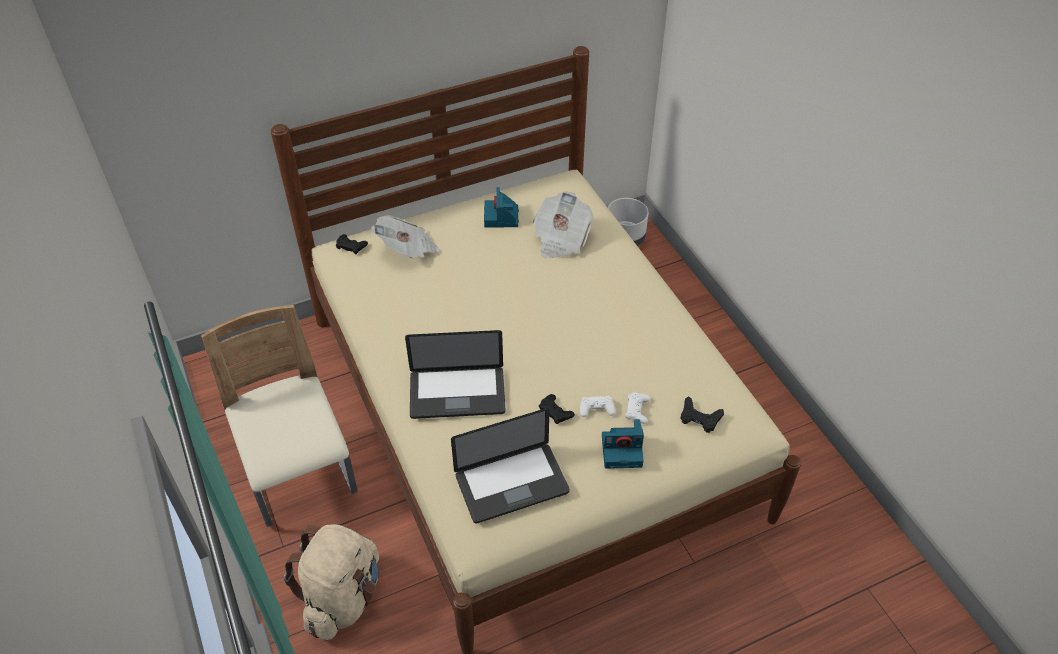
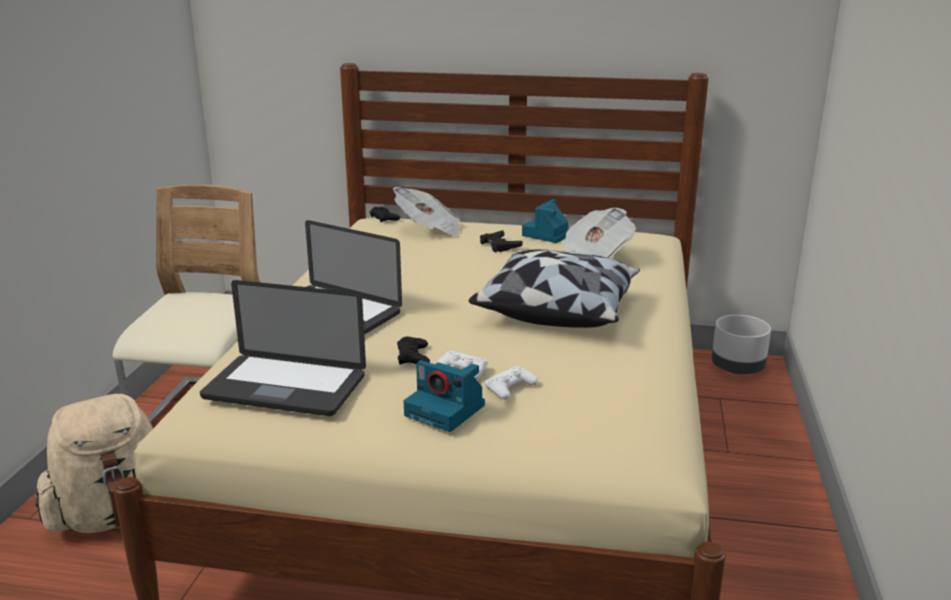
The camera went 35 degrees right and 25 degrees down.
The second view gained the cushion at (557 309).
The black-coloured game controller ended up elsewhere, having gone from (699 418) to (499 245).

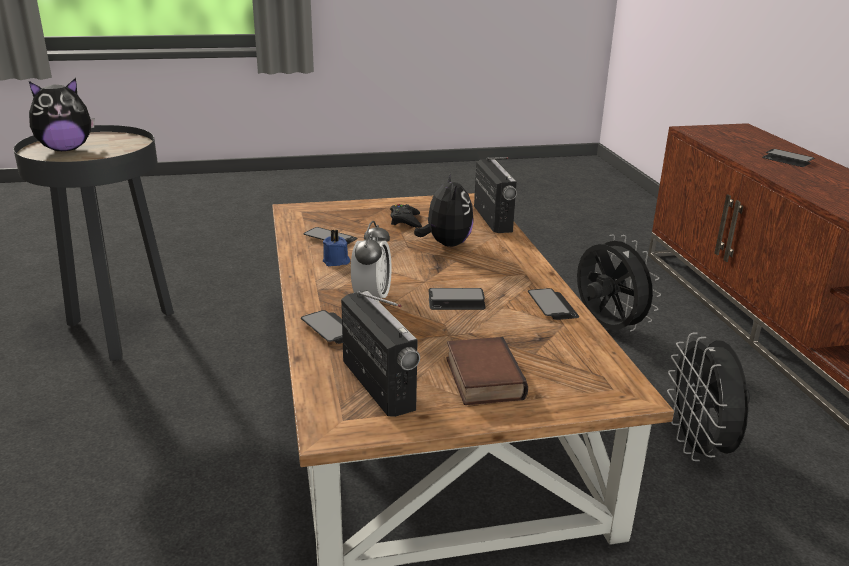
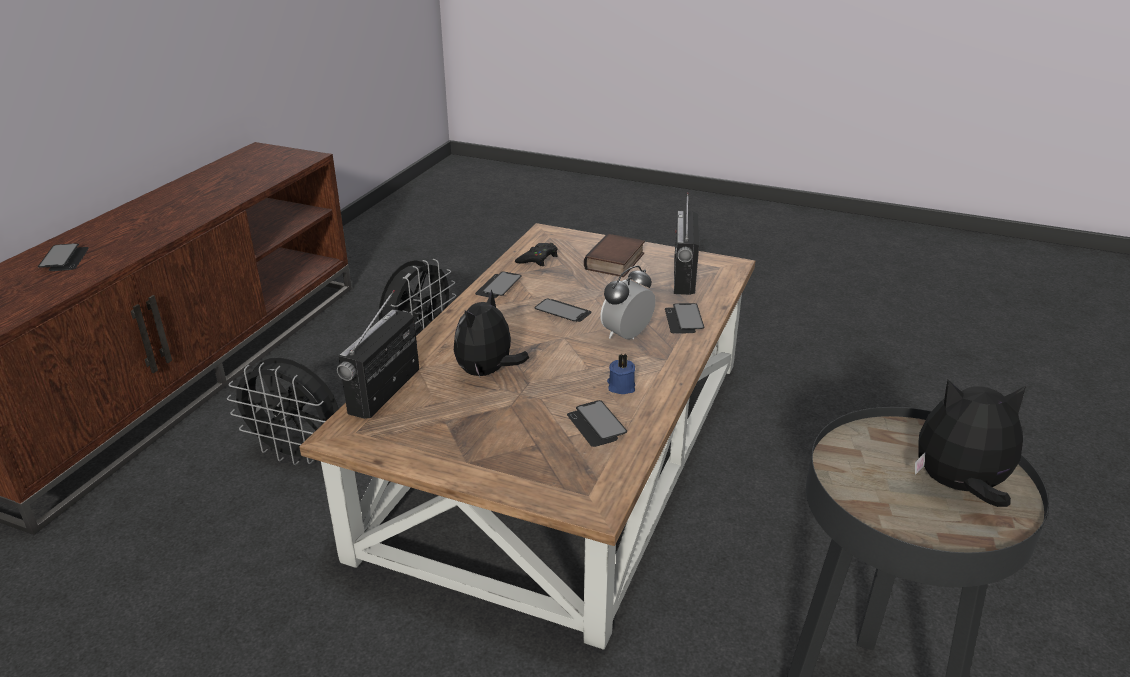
The camera went 145 degrees left and 5 degrees up.
The black-coloured game controller ended up elsewhere, having gone from (405 221) to (538 259).
The black-coloured electric fan at (606 328) ended up facing another way, 75 degrees counterclockwise from before.

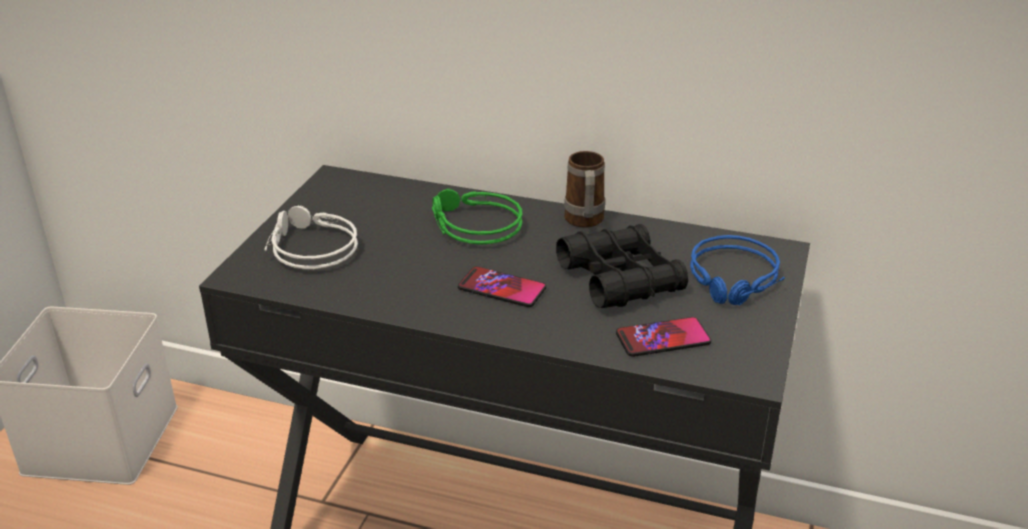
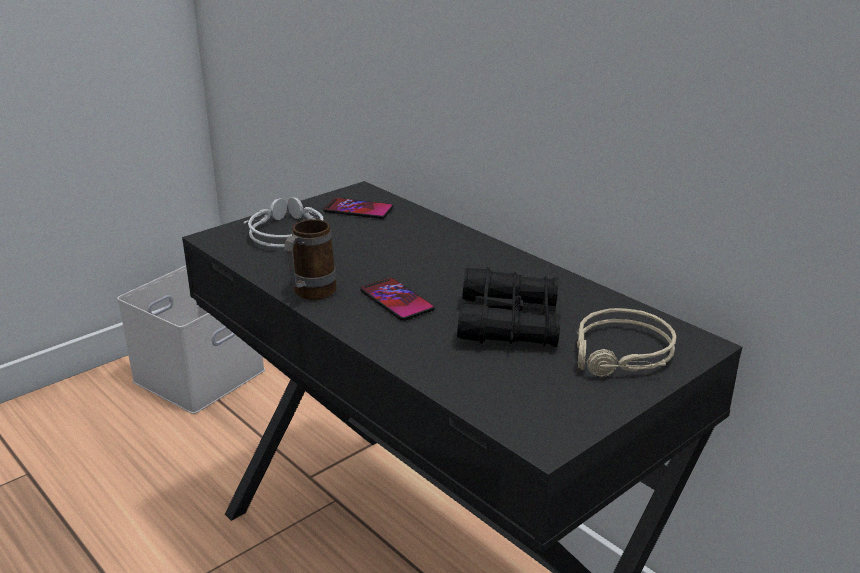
The camera went 30 degrees right and 5 degrees down.
The second view lost the greenish headphones at (472 226).
The tea mug ended up elsewhere, having gone from (584 222) to (309 294).
The handset ended up elsewhere, having gone from (663 338) to (358 210).
What was the bluish headphones at (735 280) turned into the sand-coloured headphones at (621 355).

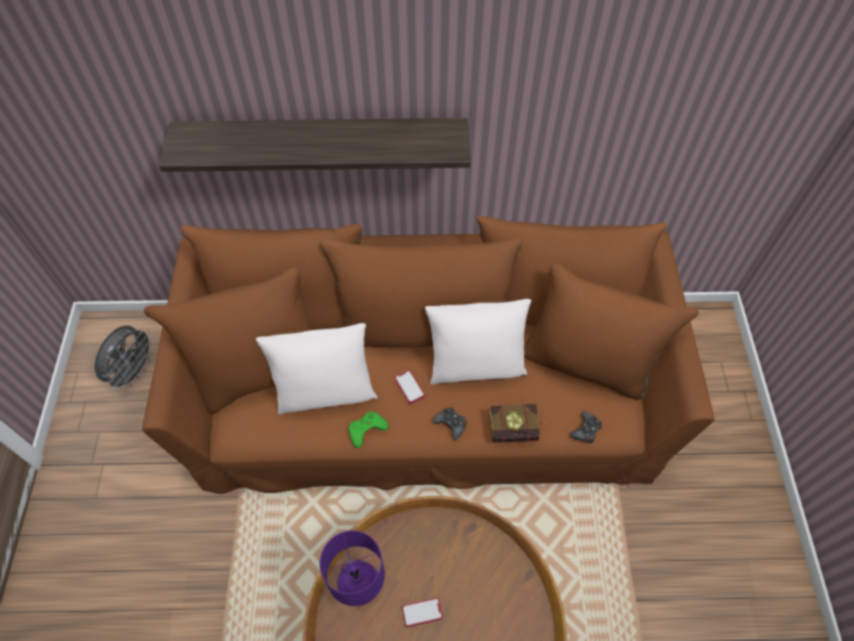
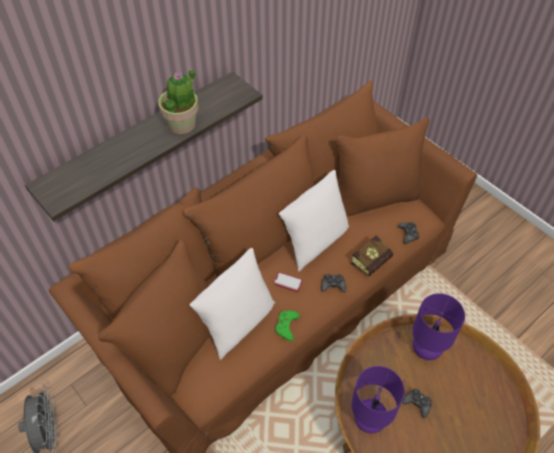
The camera went 40 degrees left and 5 degrees down.
The second view gained the potted plant at (182 124).
The second view gained the purple-coloured tabletop lamp at (426 350).
Where the handset stood at (422 612), the black-coloured game controller came to stand at (417 403).

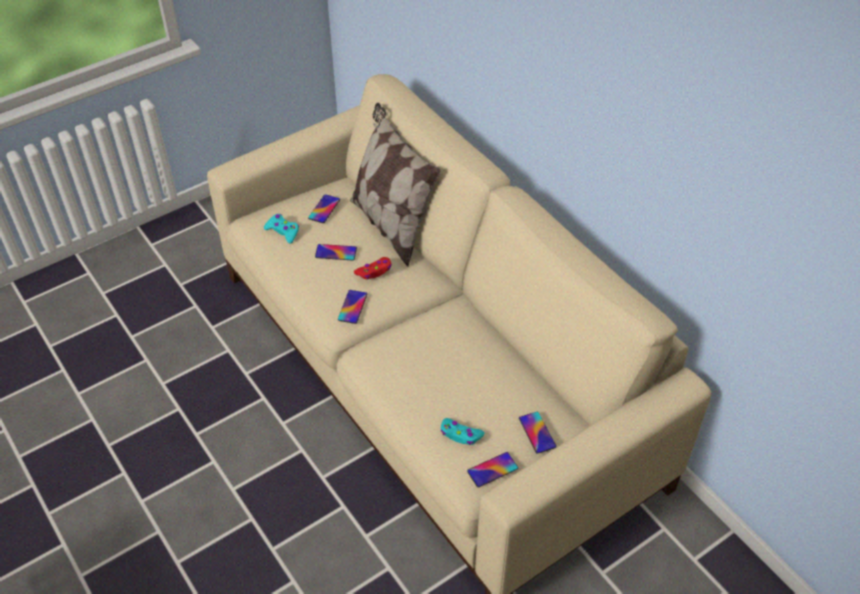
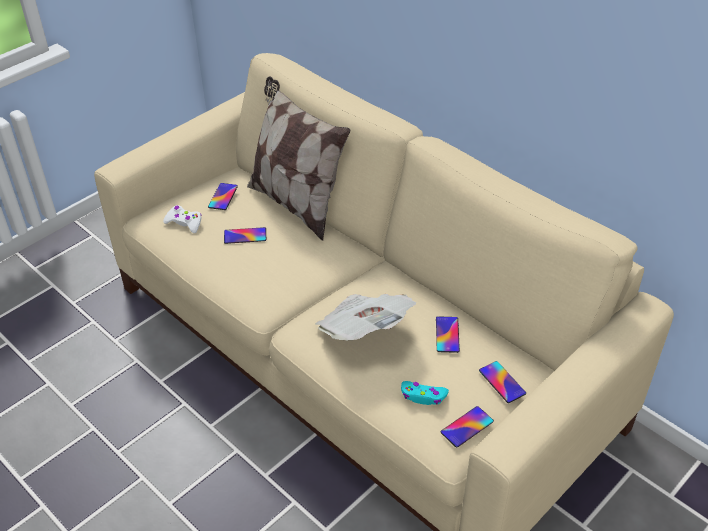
The camera went 10 degrees left and 5 degrees down.
The second view lost the red-coloured game controller at (374 271).
The second view gained the printed paper at (364 331).
The handset ended up elsewhere, having gone from (352 307) to (447 334).
What was the turquoise game controller at (283 231) turned into the white game controller at (184 223).

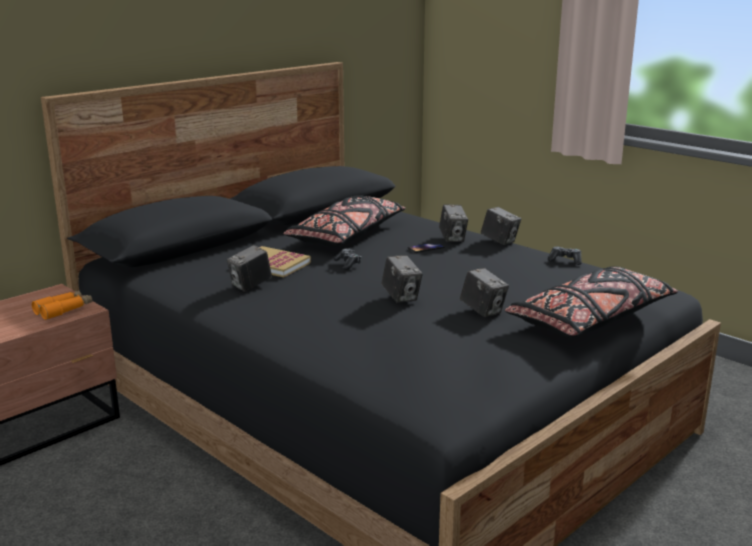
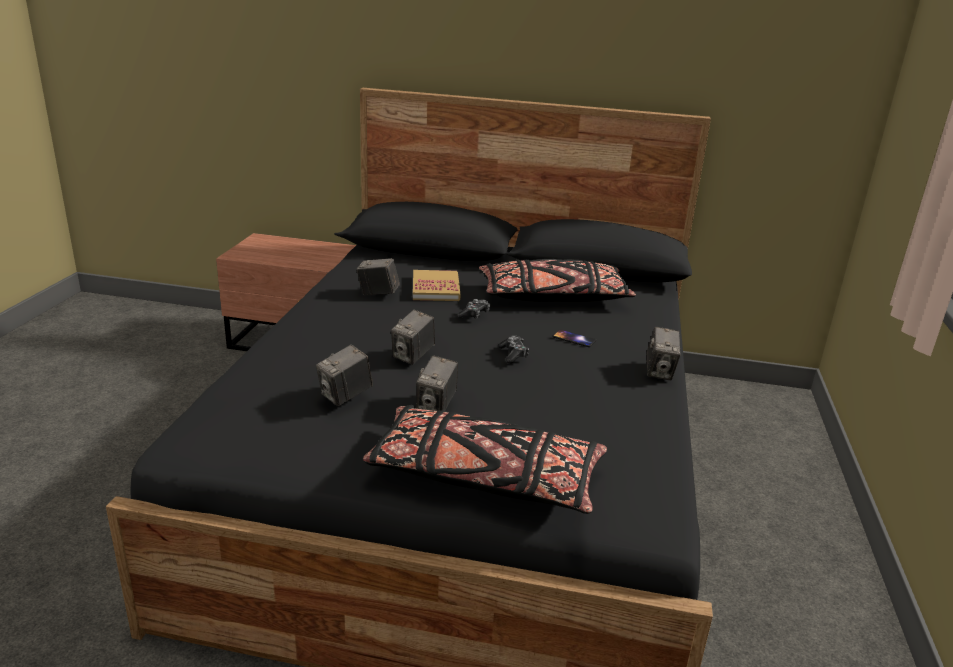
The camera went 55 degrees right and 5 degrees up.
The second view lost the orangey field glasses at (64 310).
The photo camera ended up elsewhere, having gone from (452 238) to (345 396).
The game controller ended up elsewhere, having gone from (565 260) to (513 355).

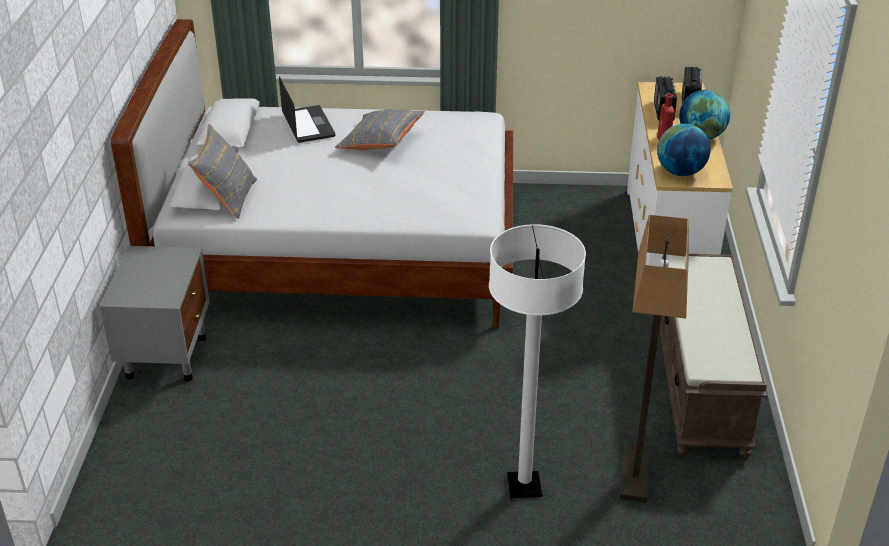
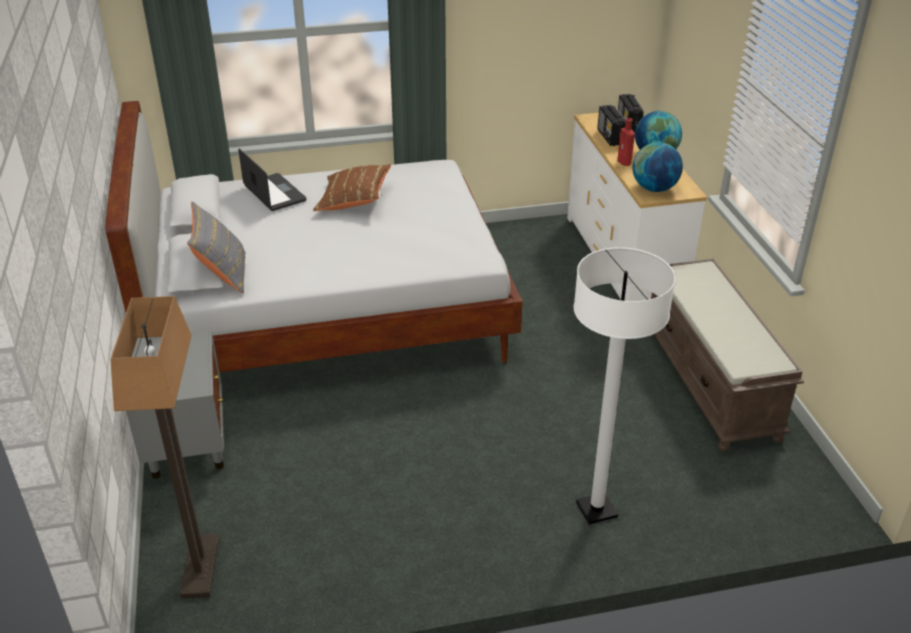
The camera went 15 degrees left and 0 degrees up.
The floor lamp ended up elsewhere, having gone from (634 474) to (200 567).
What was the grey cushion at (380 142) turned into the brown-coloured cushion at (353 200).

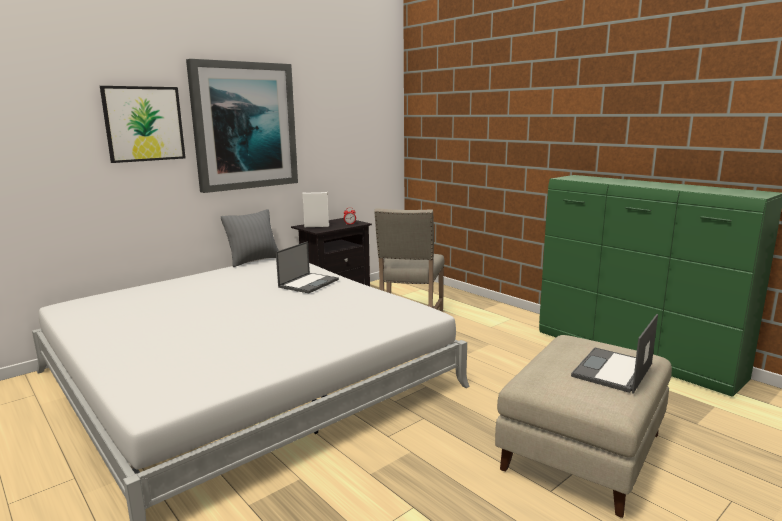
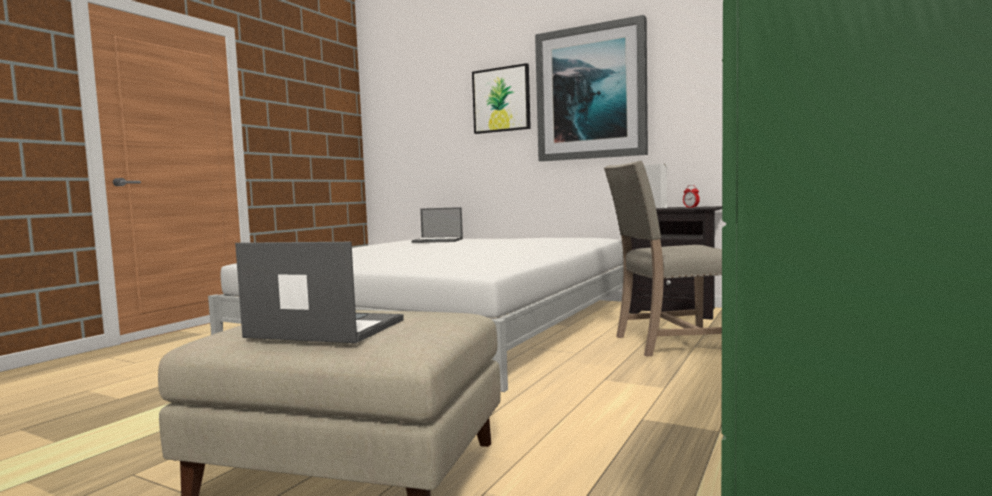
The camera went 70 degrees right and 10 degrees down.
The second view lost the grey cushion at (254 261).
The portable computer ended up elsewhere, having gone from (309 283) to (438 240).

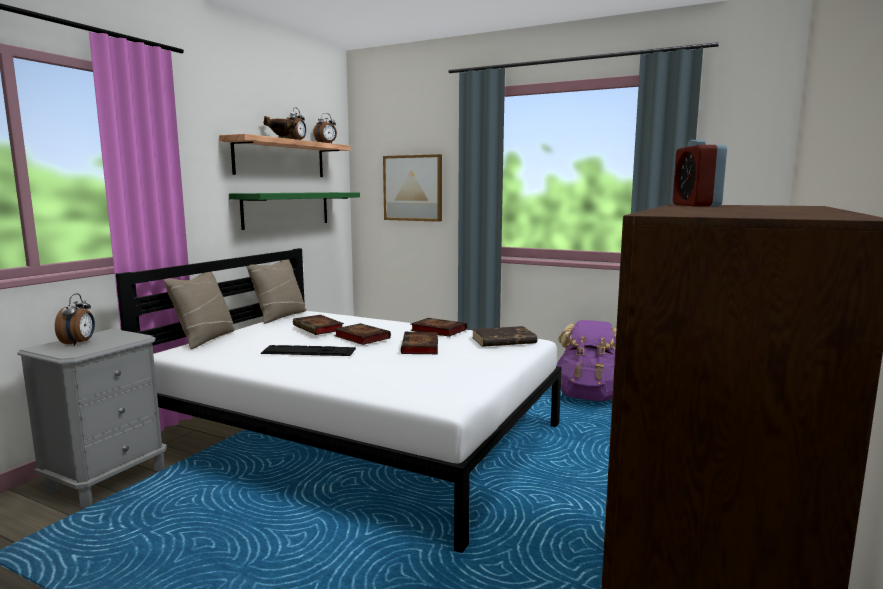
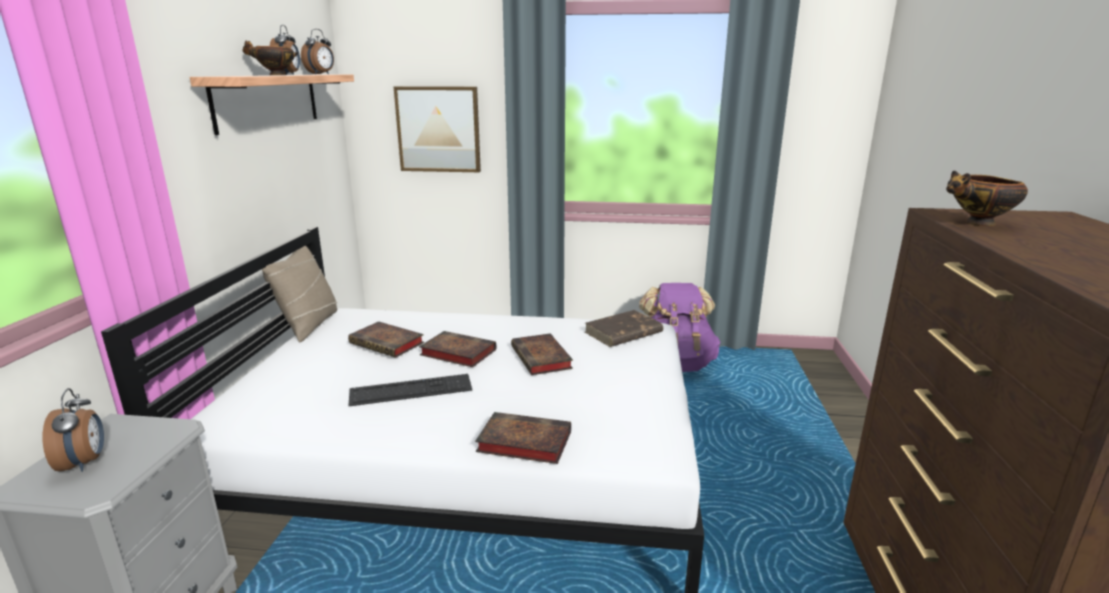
The camera went 20 degrees left and 10 degrees up.
The second view lost the sand-coloured cushion at (205 339).
The second view lost the greenish wall shelf at (287 209).
The book ended up elsewhere, having gone from (437 330) to (522 442).
Where the bedside clock stood at (695 205), the bowl came to stand at (978 223).

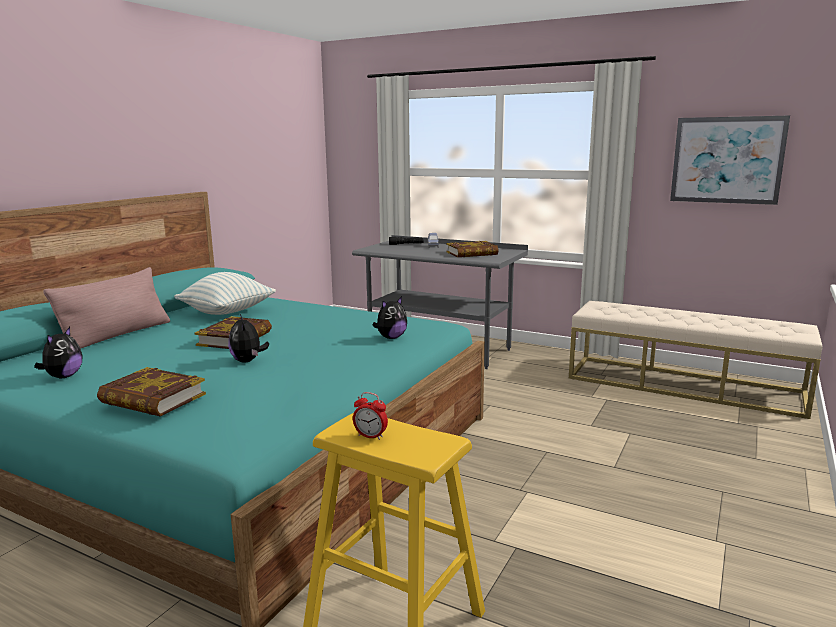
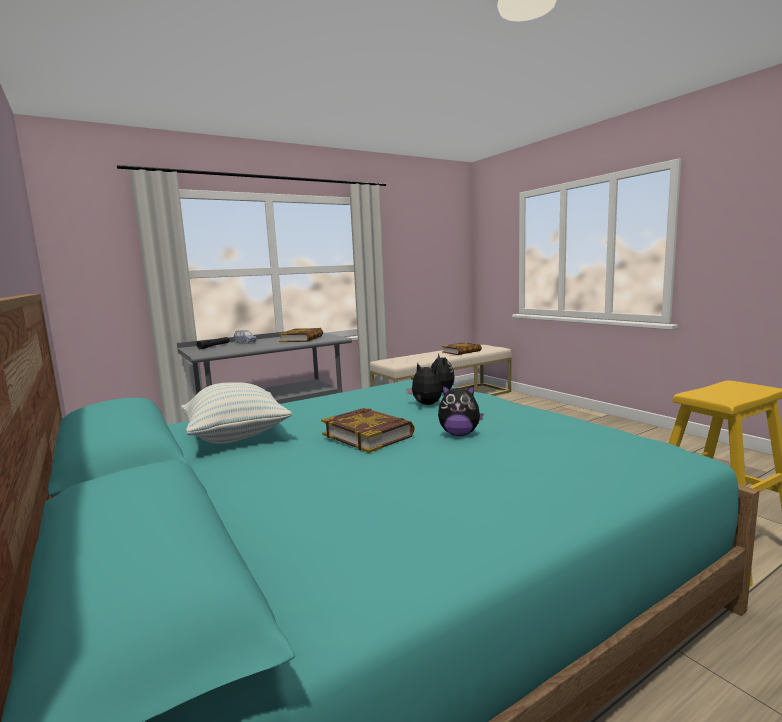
The camera went 60 degrees left and 5 degrees down.
The second view lost the pink cushion at (117 335).
The second view lost the bedside clock at (370 436).
The second view lost the wall art at (727 160).
The soft toy ended up elsewhere, having gone from (63 376) to (425 405).
The book ended up elsewhere, having gone from (152 399) to (461 351).

